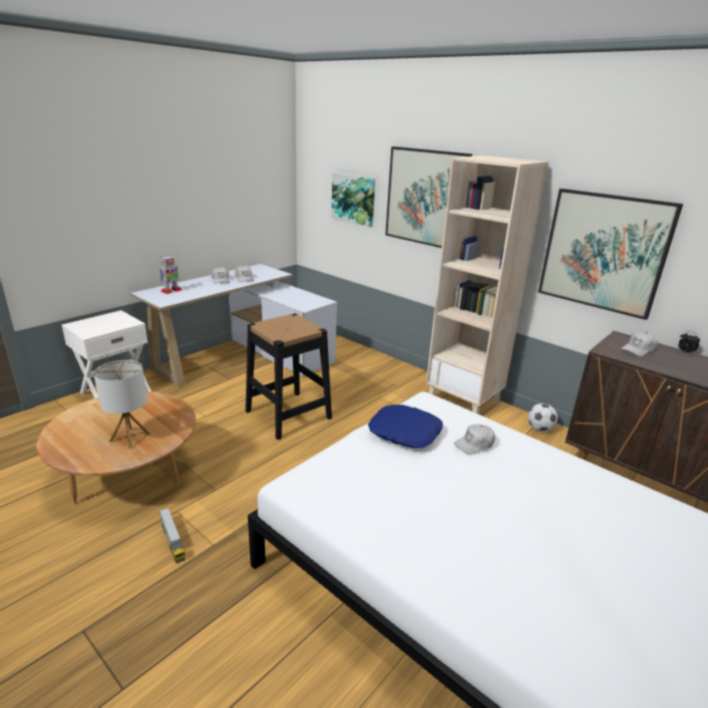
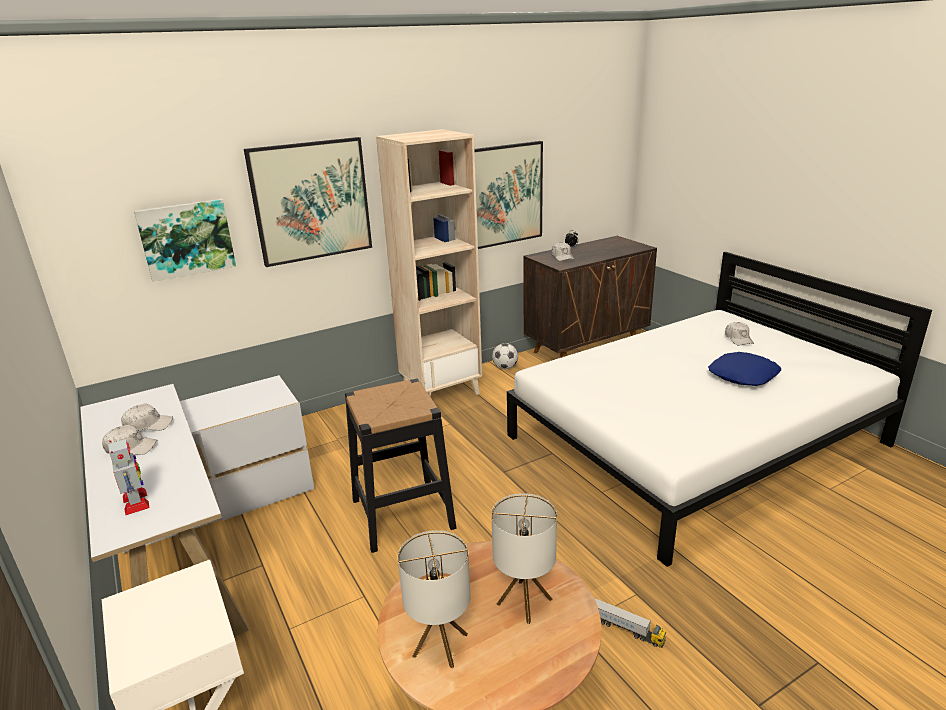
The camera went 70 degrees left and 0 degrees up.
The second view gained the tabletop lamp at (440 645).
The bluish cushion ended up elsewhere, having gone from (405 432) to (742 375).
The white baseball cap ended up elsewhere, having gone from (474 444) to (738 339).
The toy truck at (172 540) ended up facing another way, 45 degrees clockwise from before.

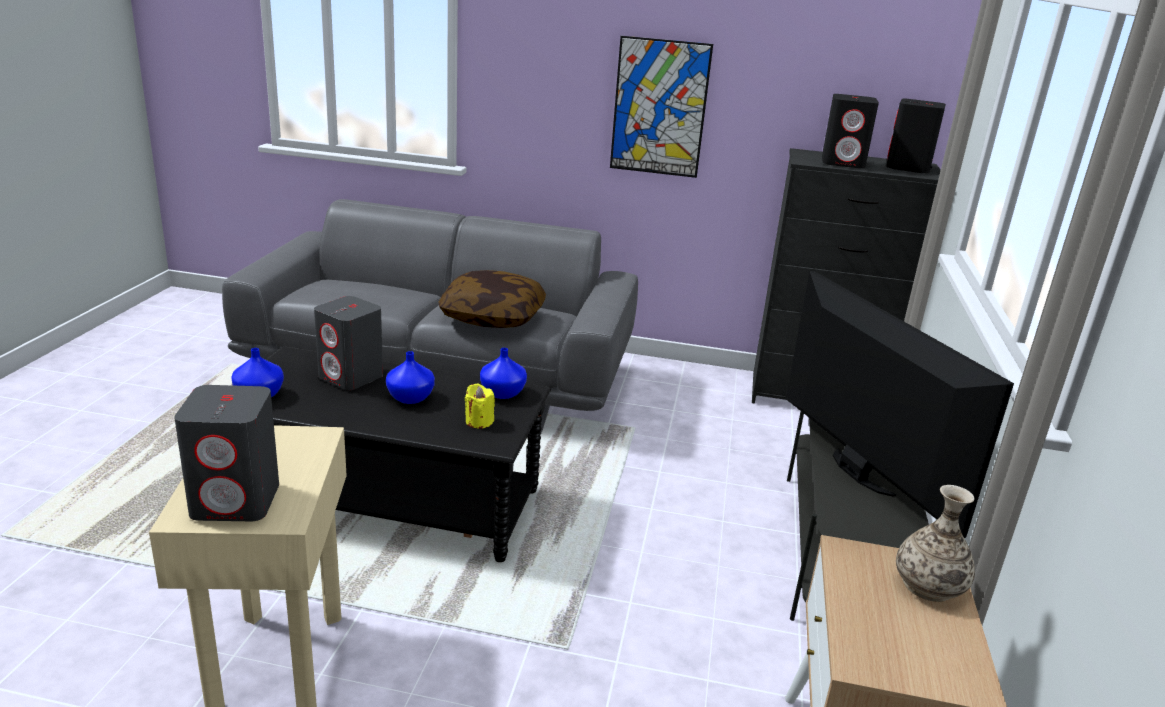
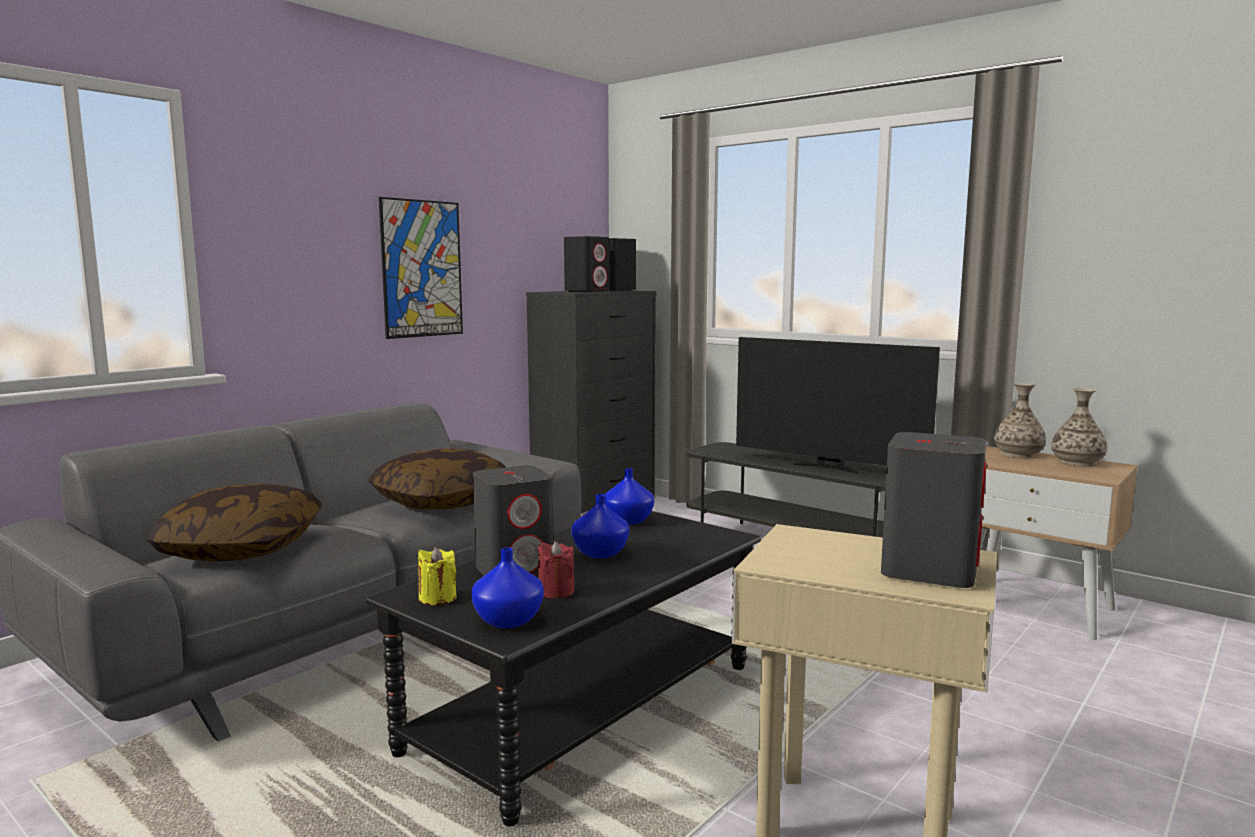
The camera went 60 degrees left and 15 degrees down.
The second view gained the cushion at (242 548).
The second view gained the red-coloured candle at (556 591).
The second view gained the vase at (1077 462).
The yellow candle ended up elsewhere, having gone from (479 421) to (437 598).
The television at (857 473) ended up facing another way, 150 degrees counterclockwise from before.

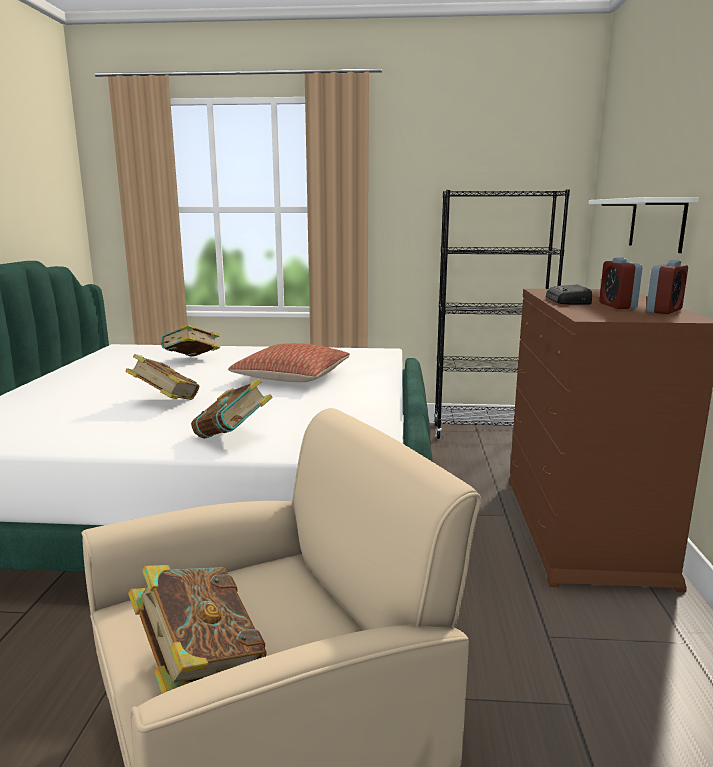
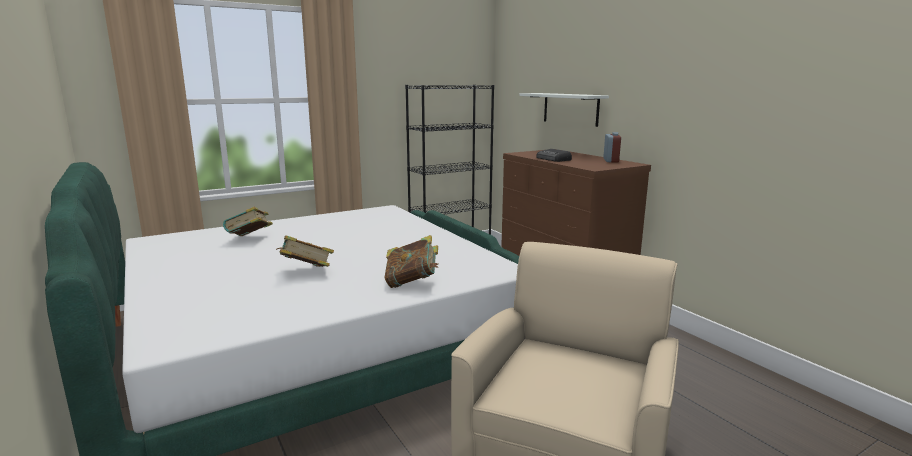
The camera went 35 degrees left and 0 degrees up.
The second view lost the book at (200 665).
The second view lost the cushion at (292 377).
The second view lost the bedside clock at (617 306).

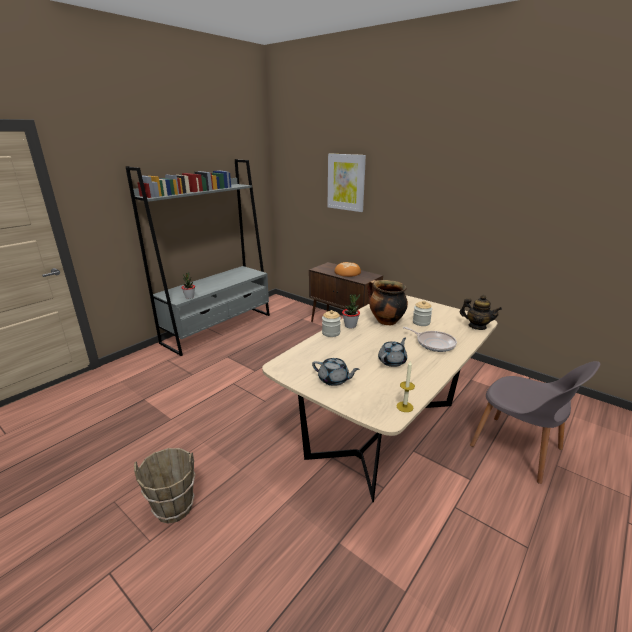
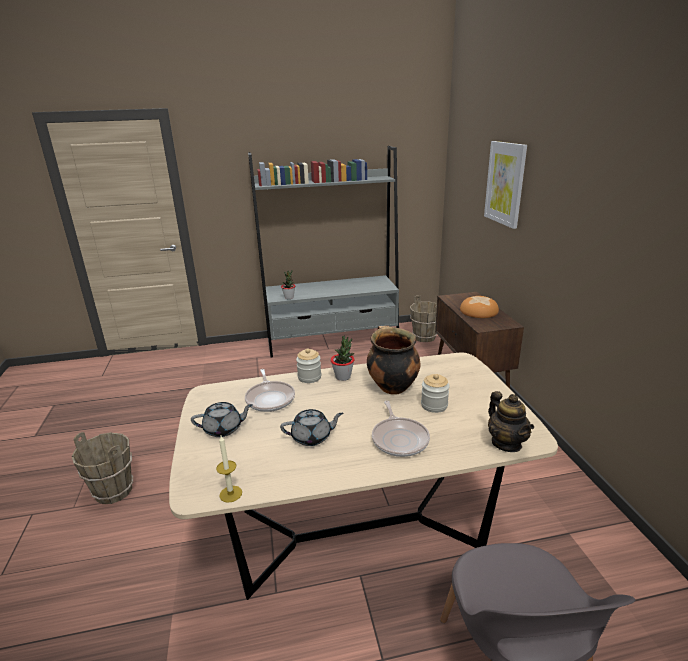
The camera went 40 degrees right and 0 degrees up.
The second view gained the pan at (270 398).
The second view gained the brown-coloured pail at (424 337).
The grey pot for tea at (334 380) ended up facing another way, 75 degrees counterclockwise from before.

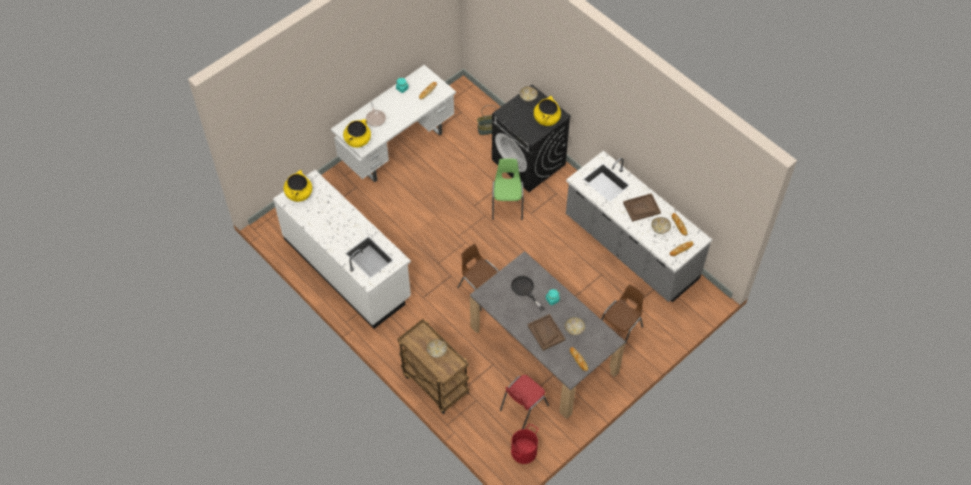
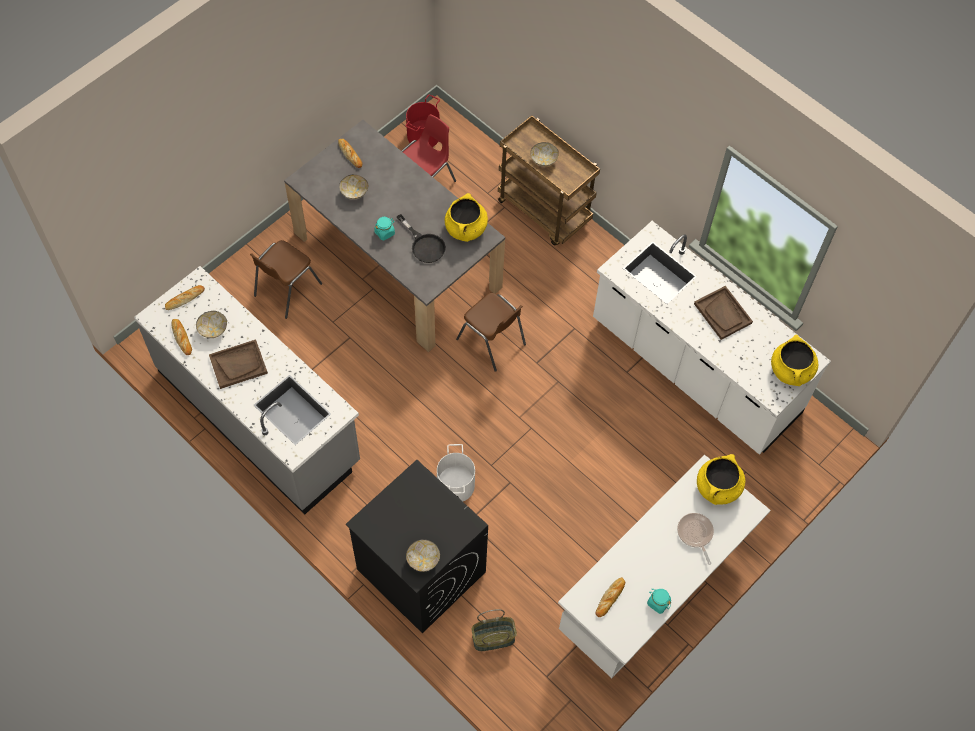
The camera went 175 degrees right and 5 degrees up.
The brown-coloured serving tray ended up elsewhere, having gone from (546 332) to (723 313).
The yellow cooking pot ended up elsewhere, having gone from (546 119) to (466 228).
Where the greenish chair stood at (507 205), the white pail came to stand at (455 485).

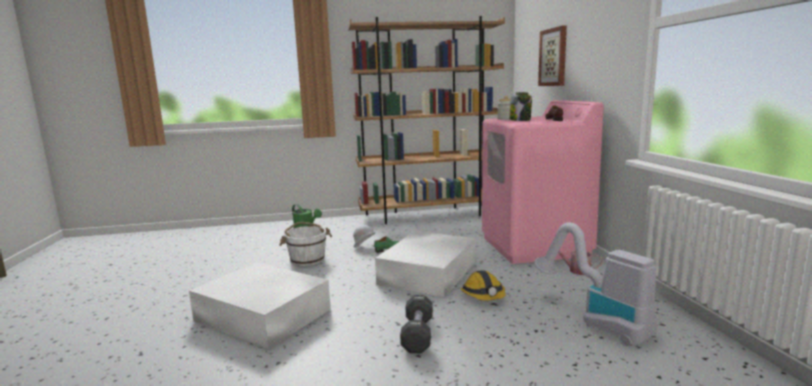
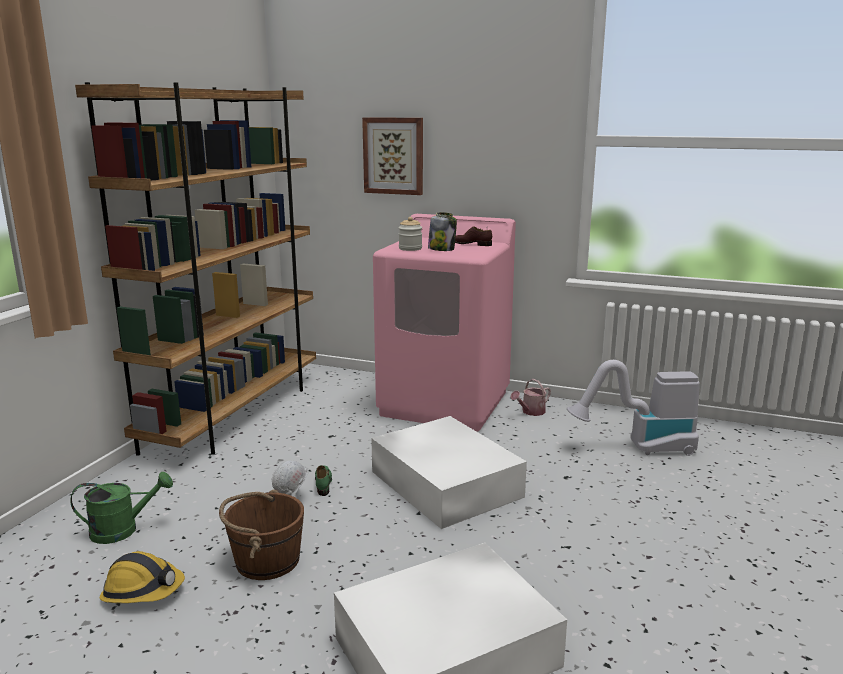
The camera went 60 degrees left and 5 degrees up.
The second view lost the black-coloured free weight at (417 334).
The safety helmet ended up elsewhere, having gone from (483 296) to (143 591).
What was the white pail at (307 259) turned into the brown-coloured pail at (266 560).

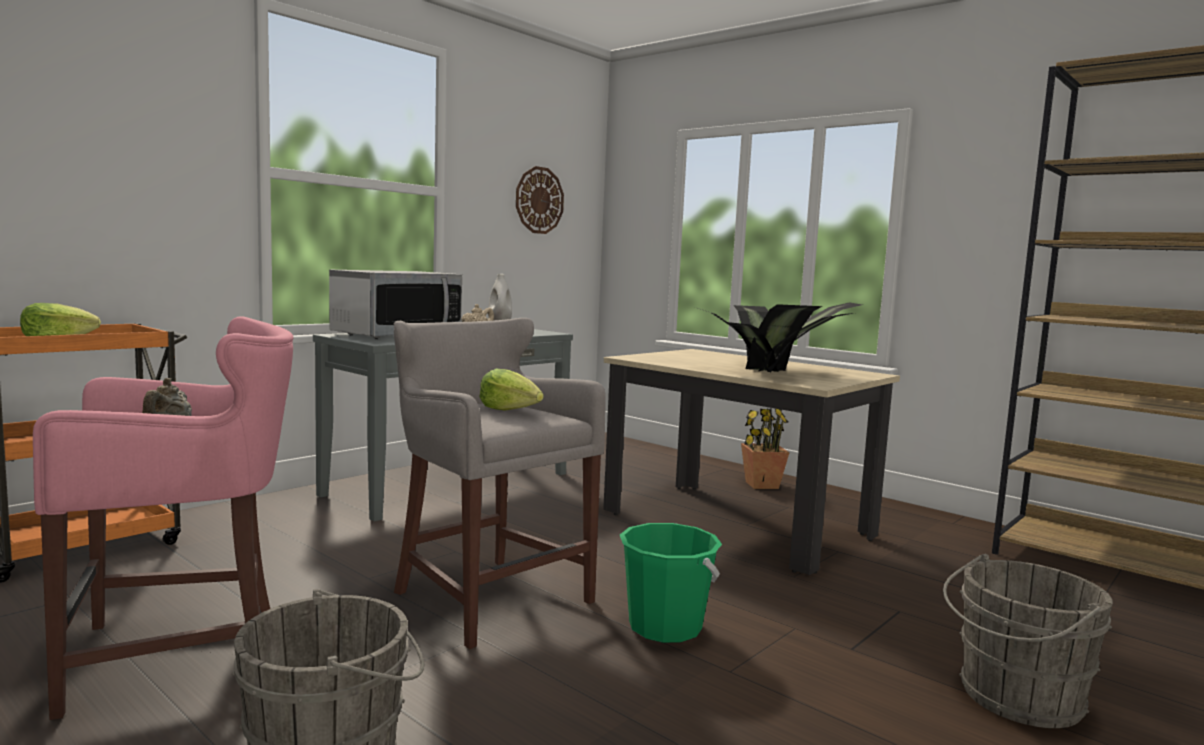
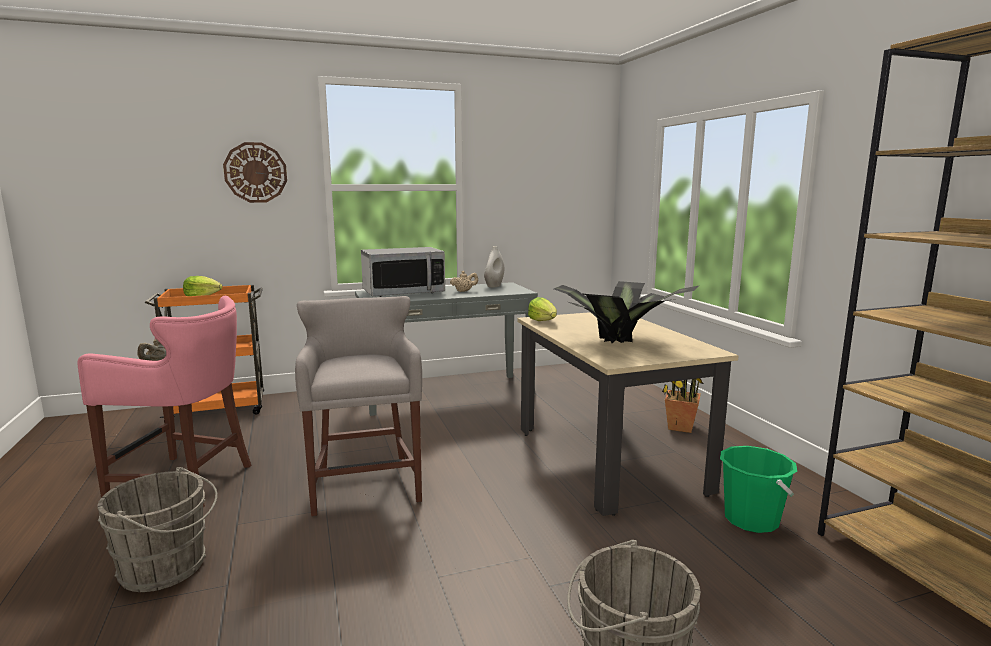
The camera went 30 degrees right and 5 degrees up.
The lettuce head ended up elsewhere, having gone from (511 410) to (543 321).
The clock on the wall ended up elsewhere, having gone from (539 200) to (255 172).
The greenish pail ended up elsewhere, having gone from (665 627) to (751 520).

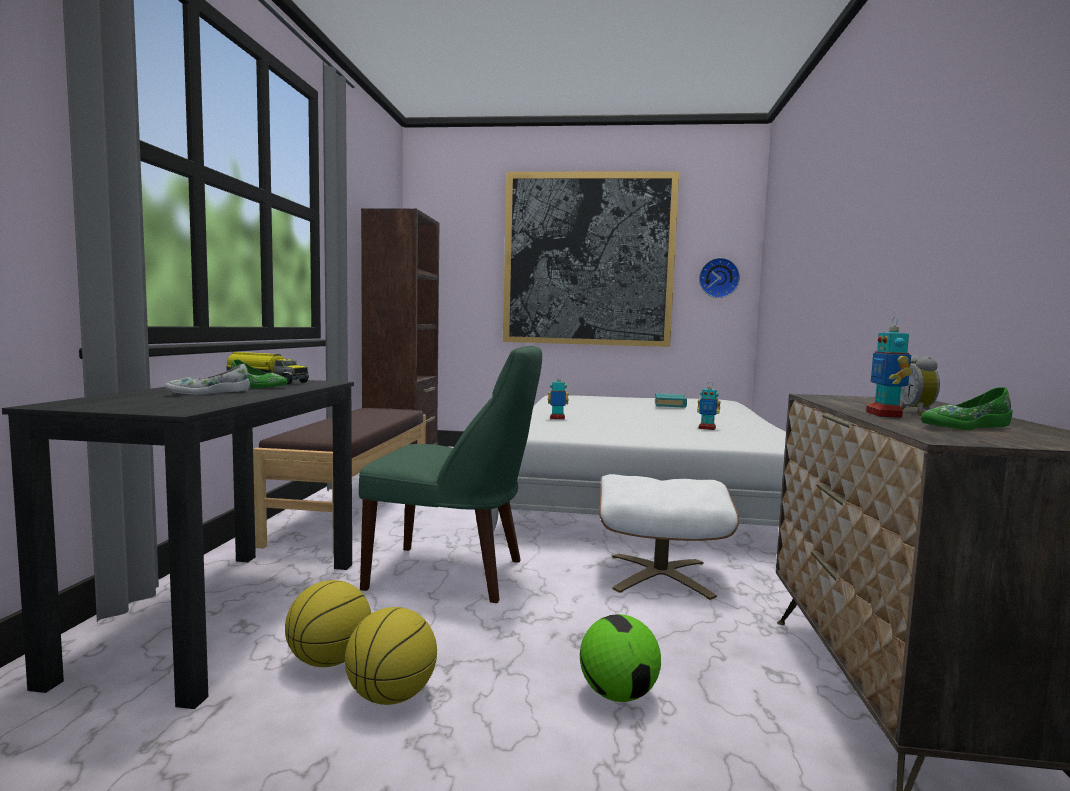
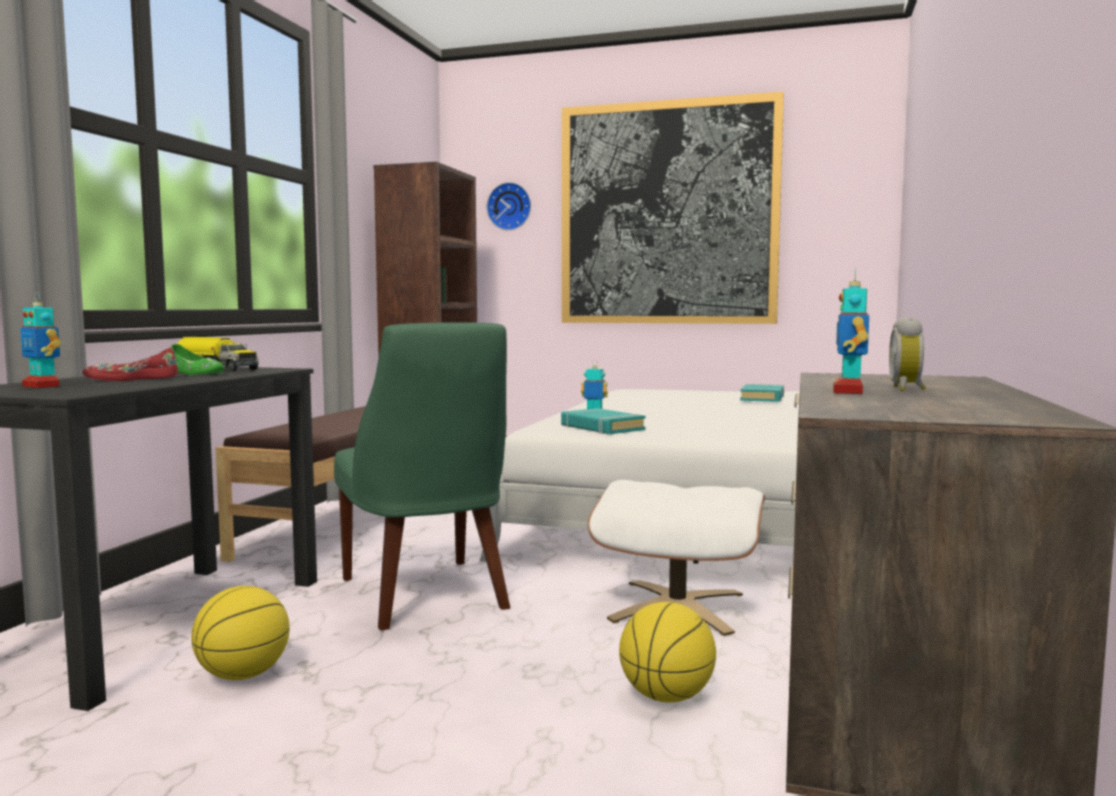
The camera went 10 degrees right and 0 degrees up.
The second view lost the football ball at (618 694).
The second view lost the greenish shoe at (963 426).
The second view gained the turquoise book at (601 428).
The basketball ball ended up elsewhere, having gone from (391 696) to (666 697).
The toy robot ended up elsewhere, having gone from (707 428) to (42 386).
The clock on the wall ended up elsewhere, having gone from (718 278) to (510 206).
What was the white shoe at (208 392) turned into the red-coloured shoe at (132 379).
The greenish chair at (454 575) ended up facing another way, 45 degrees clockwise from before.

